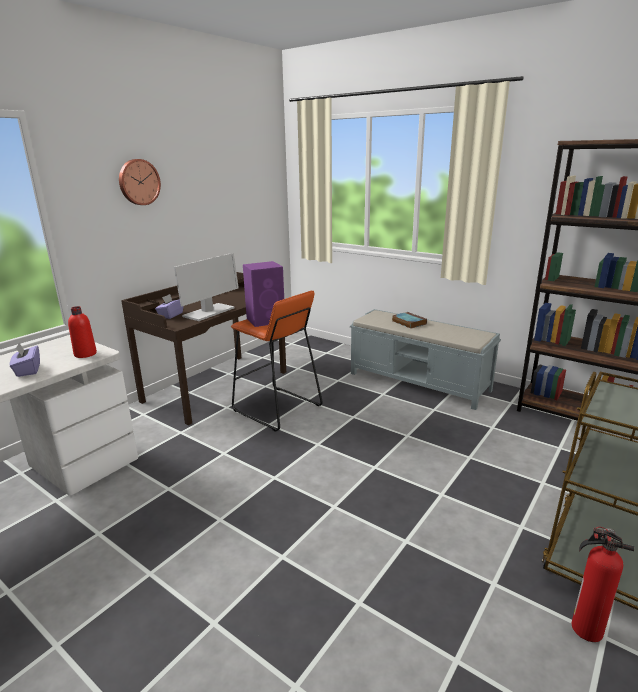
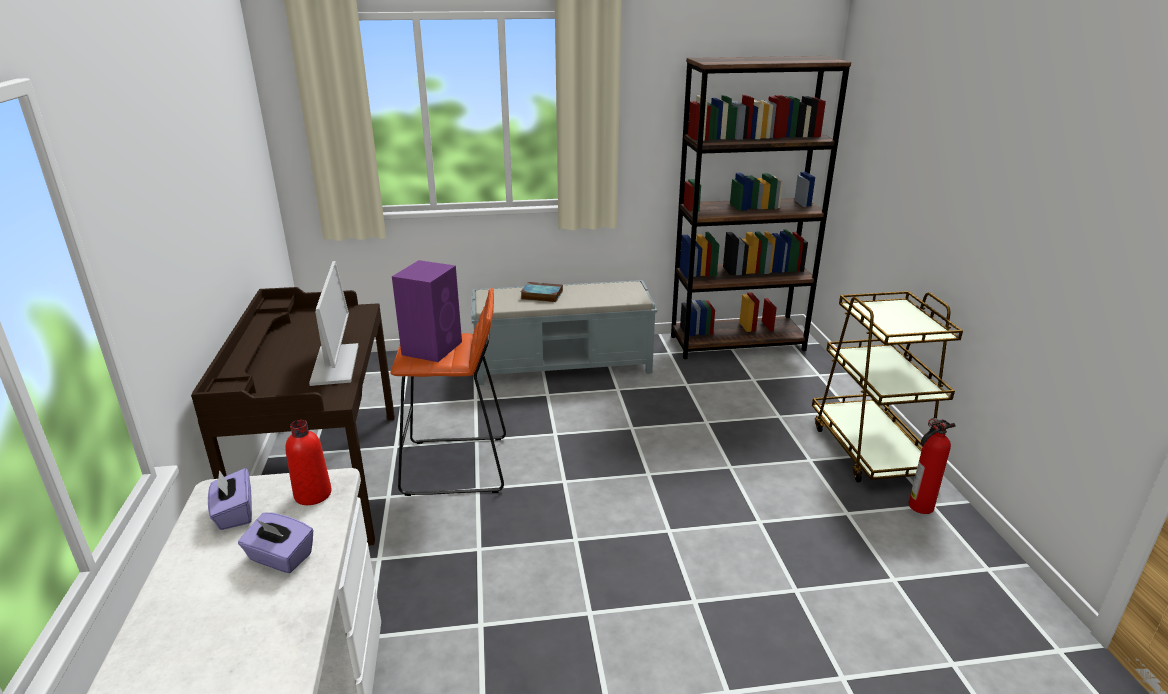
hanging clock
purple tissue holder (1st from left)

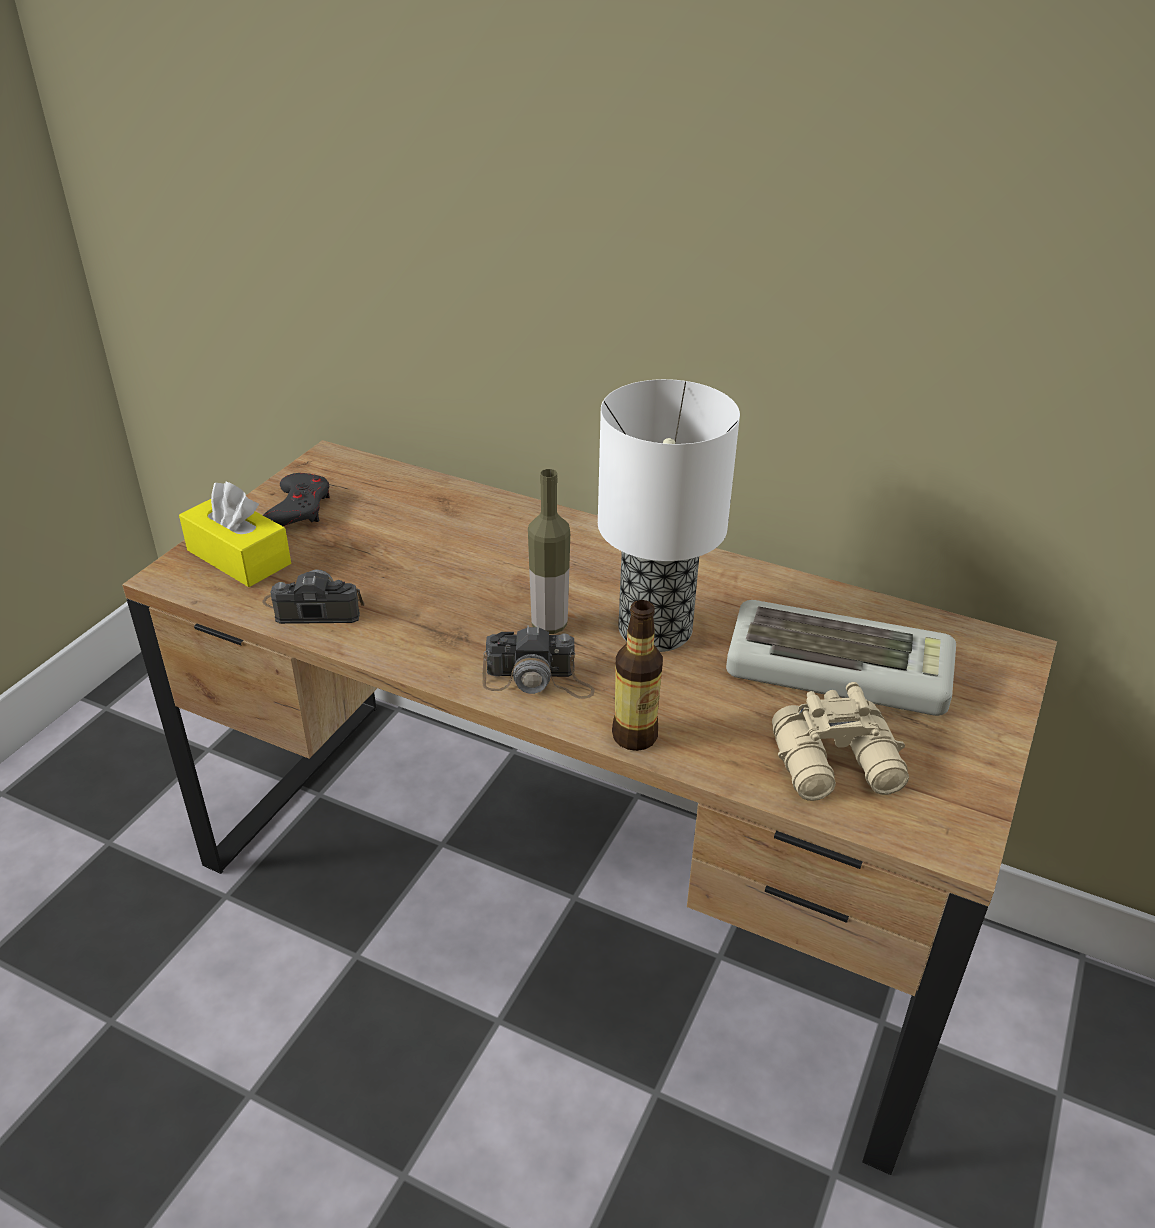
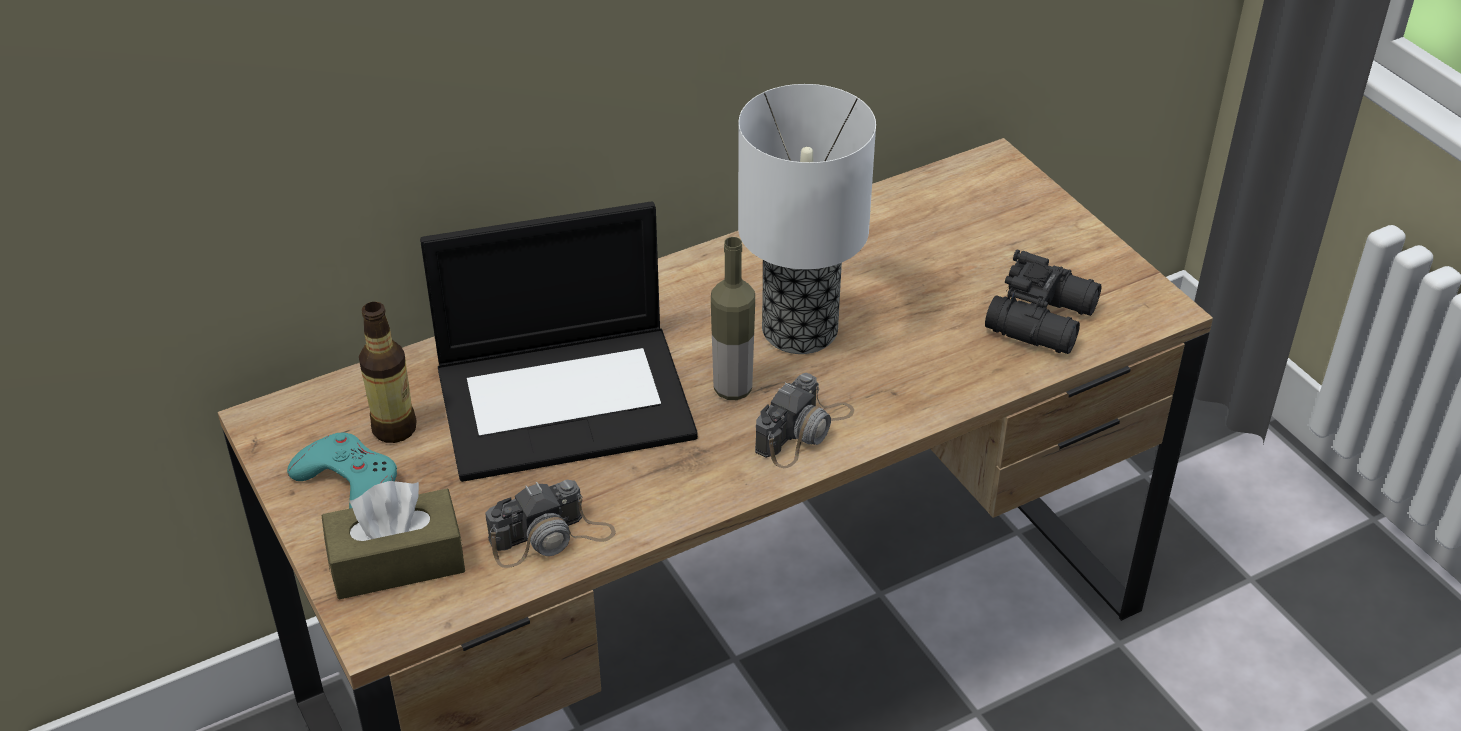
PC keyboard
portable computer
drink bottle (1st from left)
brown-coloured tissue holder
turquoise gamepad
black-coloured binoculars
photo camera (1st from left)

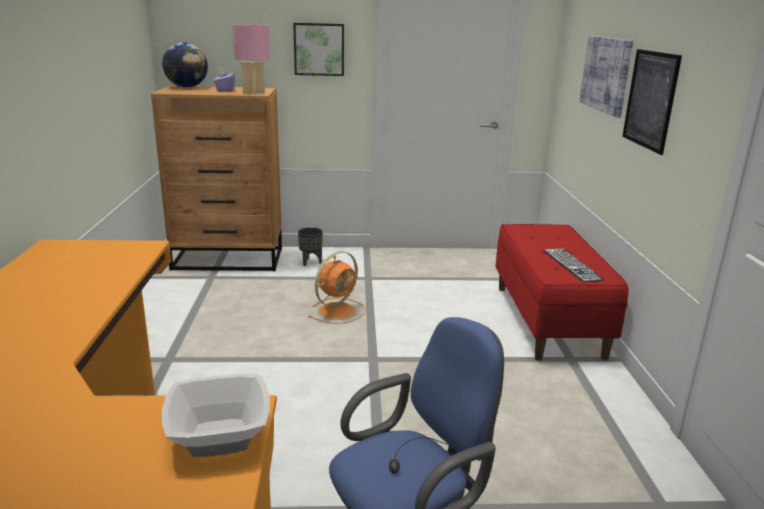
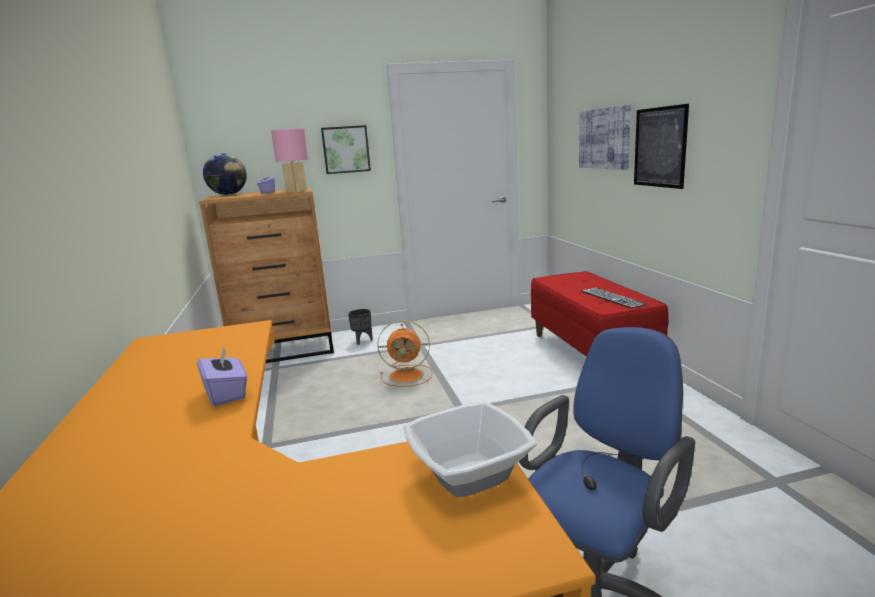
purple tissue holder (1st from left)
orangey fan

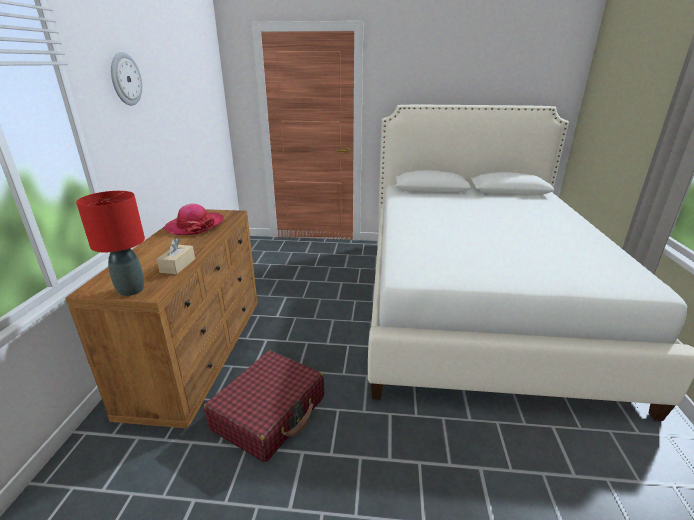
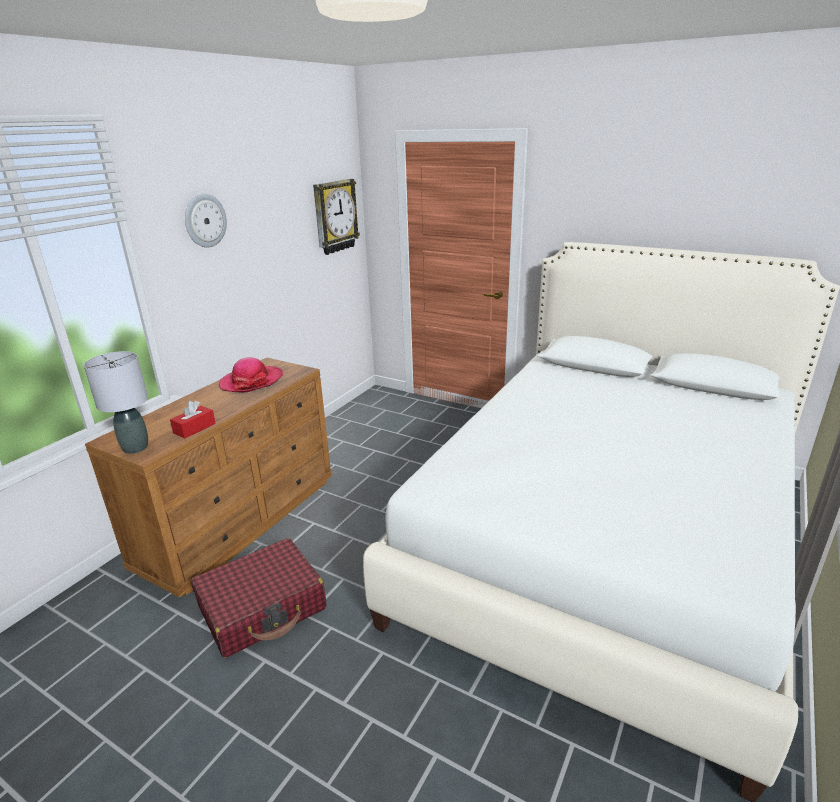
hanging clock (2nd from left)
greyish tabletop lamp
reddish tissue holder

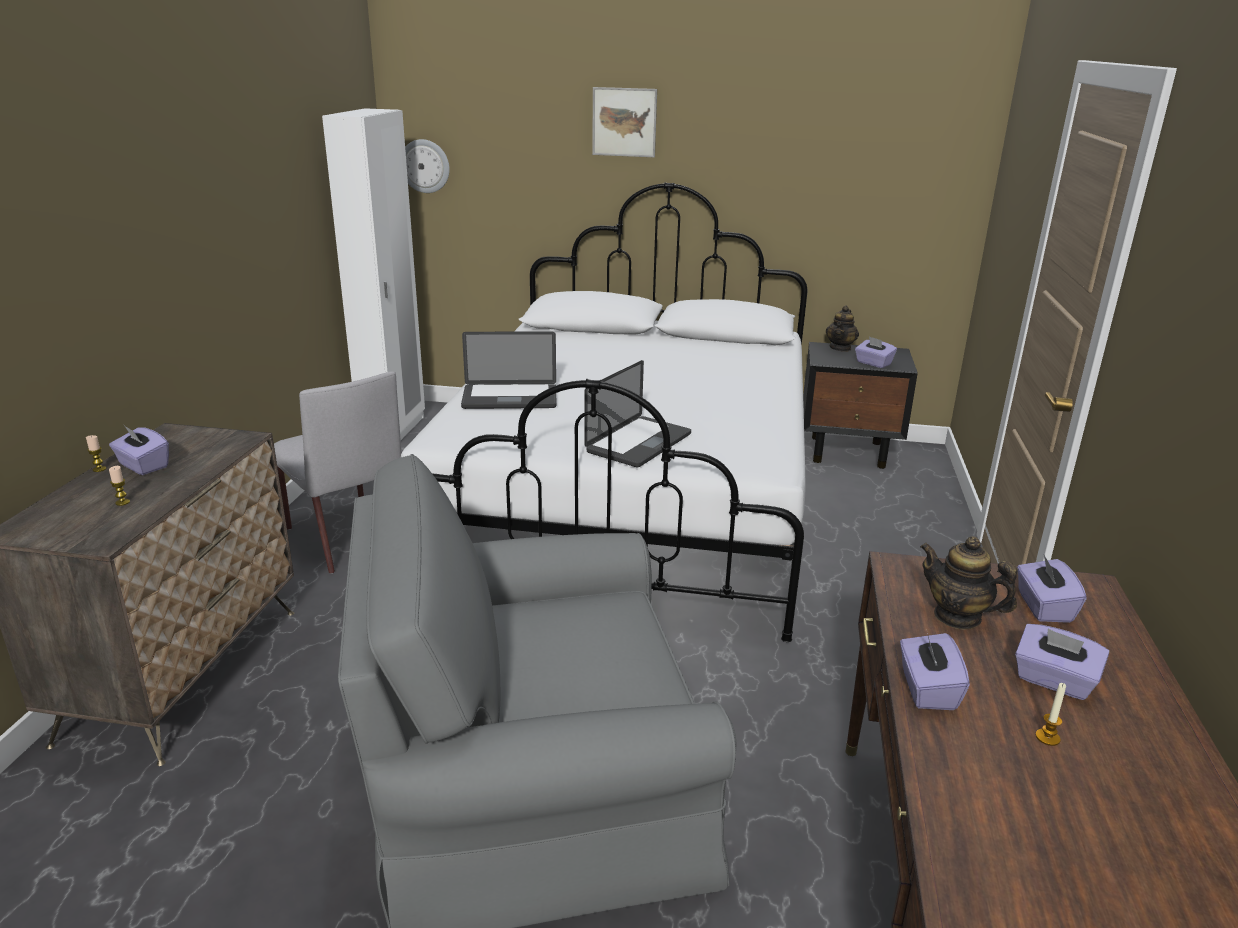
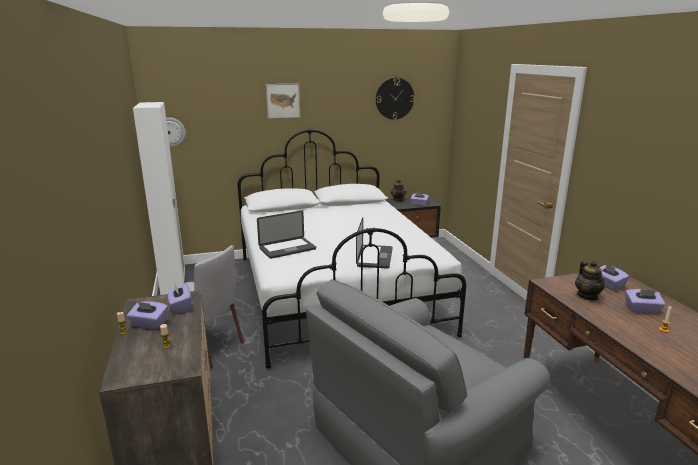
hanging clock (2nd from left)
purple tissue holder (2nd from left)
teapot (2nd from left)

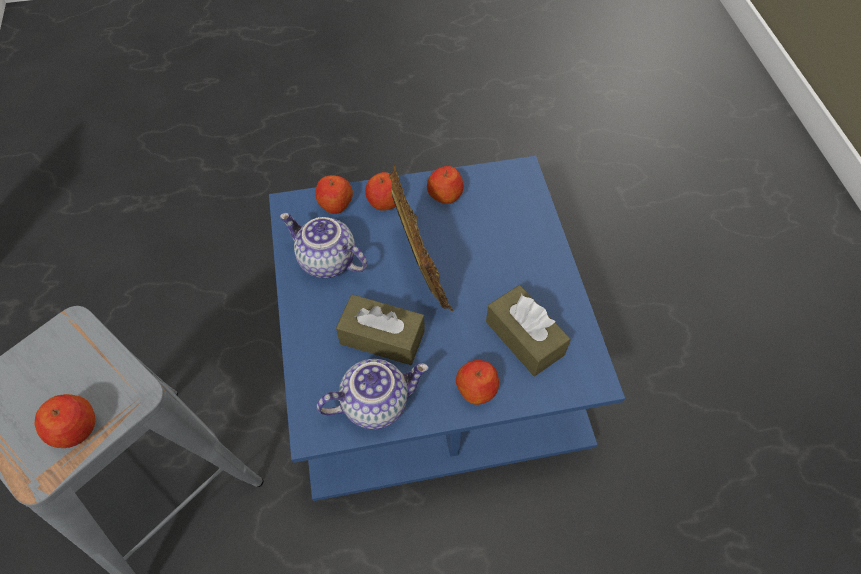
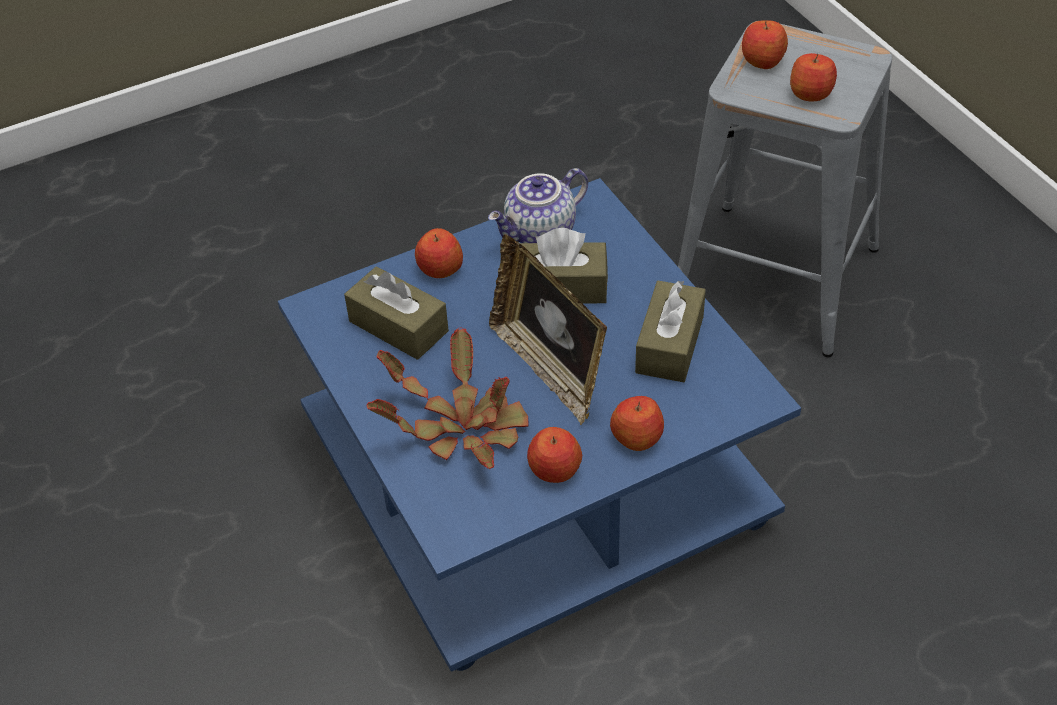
potted plant
apple fruit (5th from left)
brown-coloured tissue holder (3rd from left)

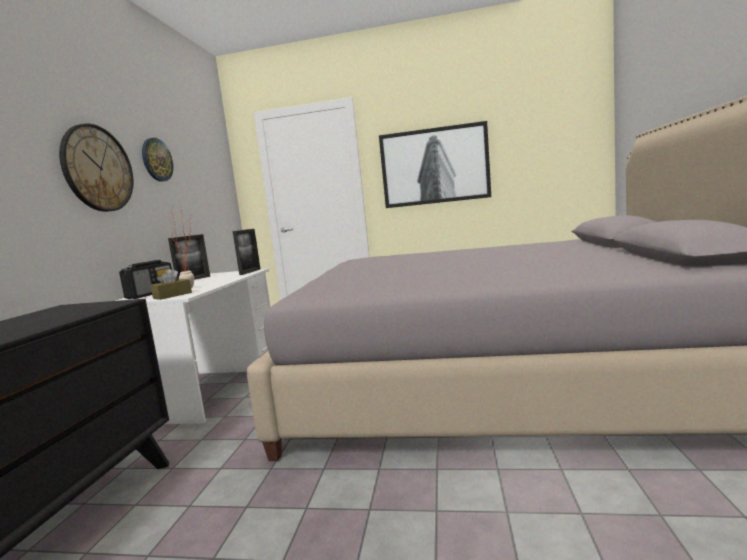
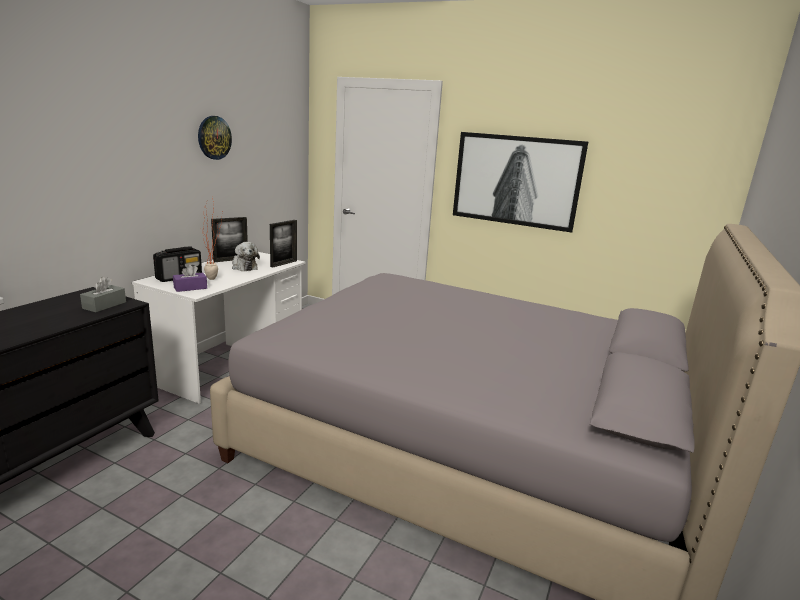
hanging clock (1st from left in the first image)
greyish tissue holder
cuddly toy
purple tissue holder

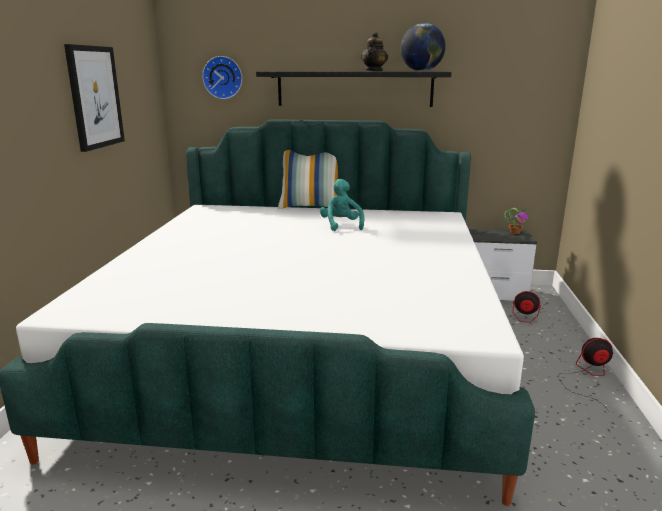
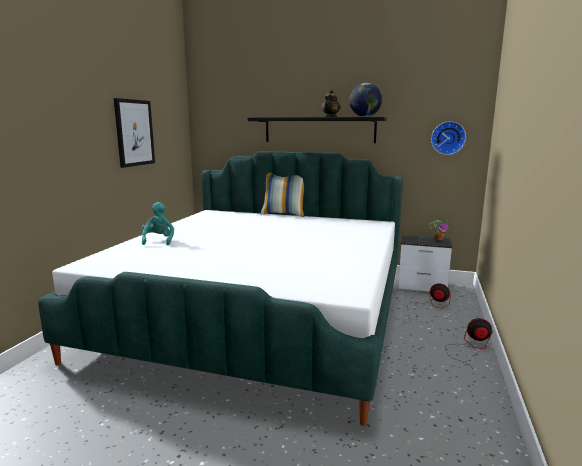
hanging clock
turquoise cuddly toy

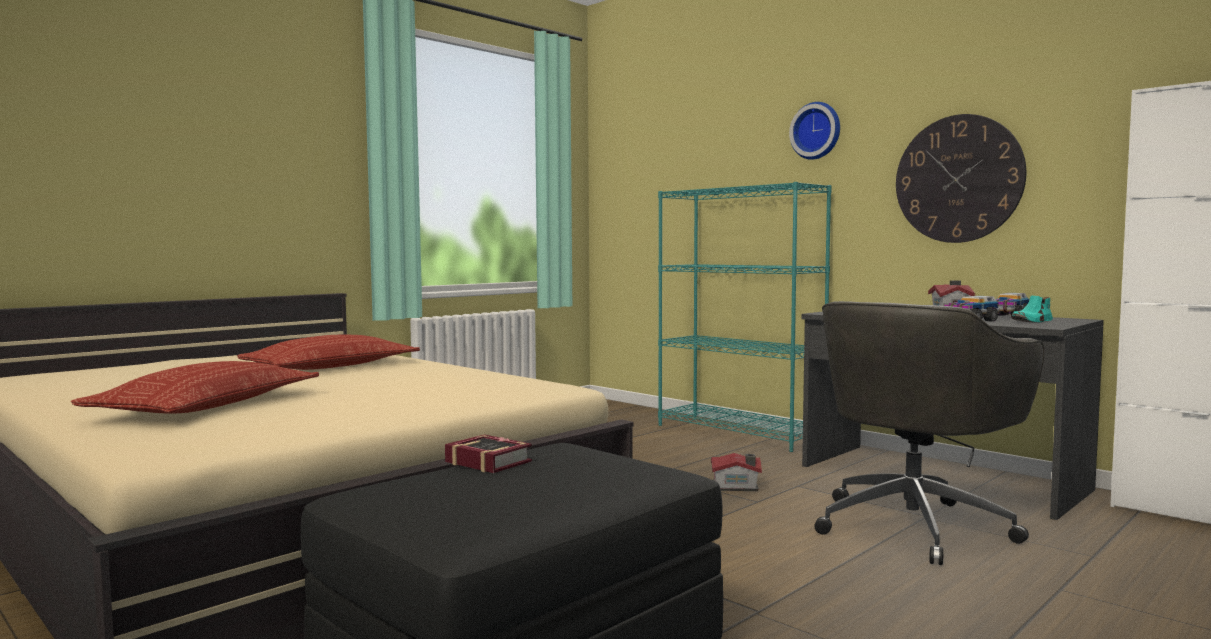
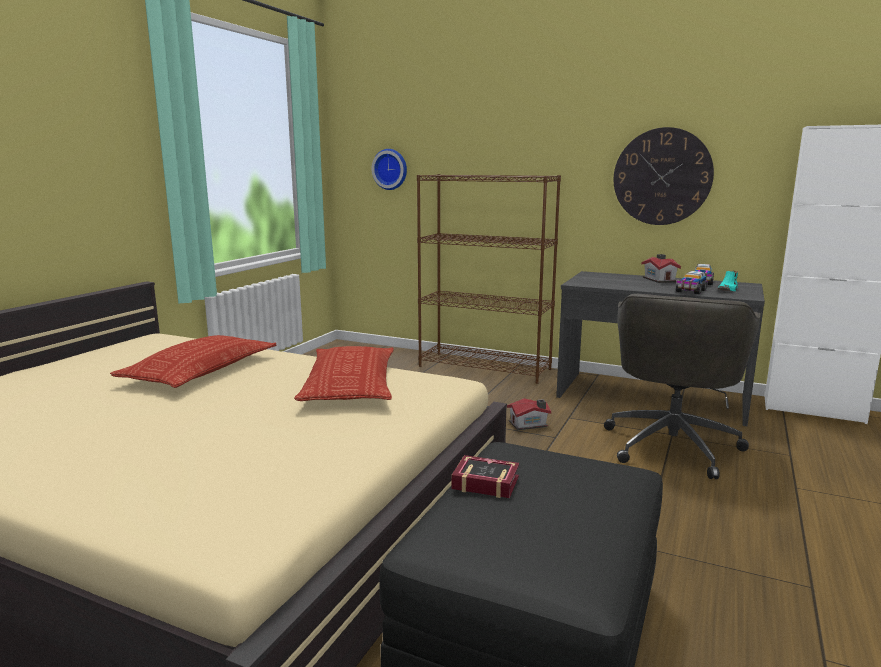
cushion (2nd from left)
hanging clock (1st from left)
brown-coloured bookcase

